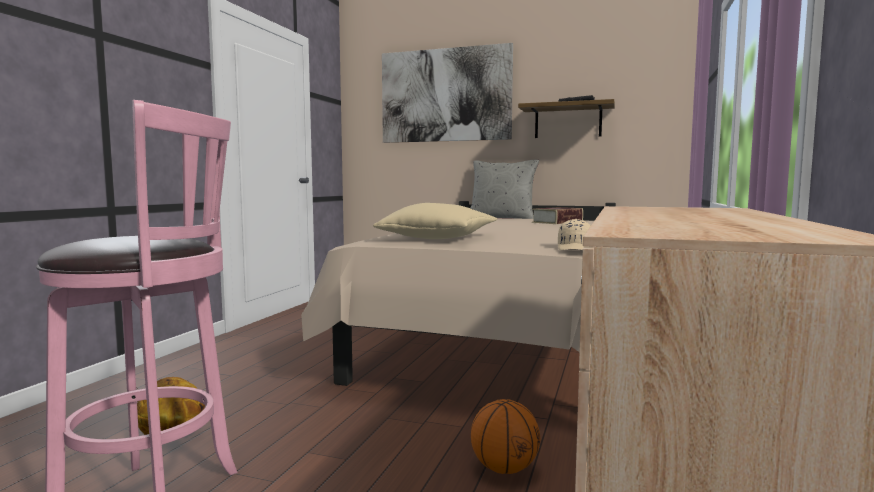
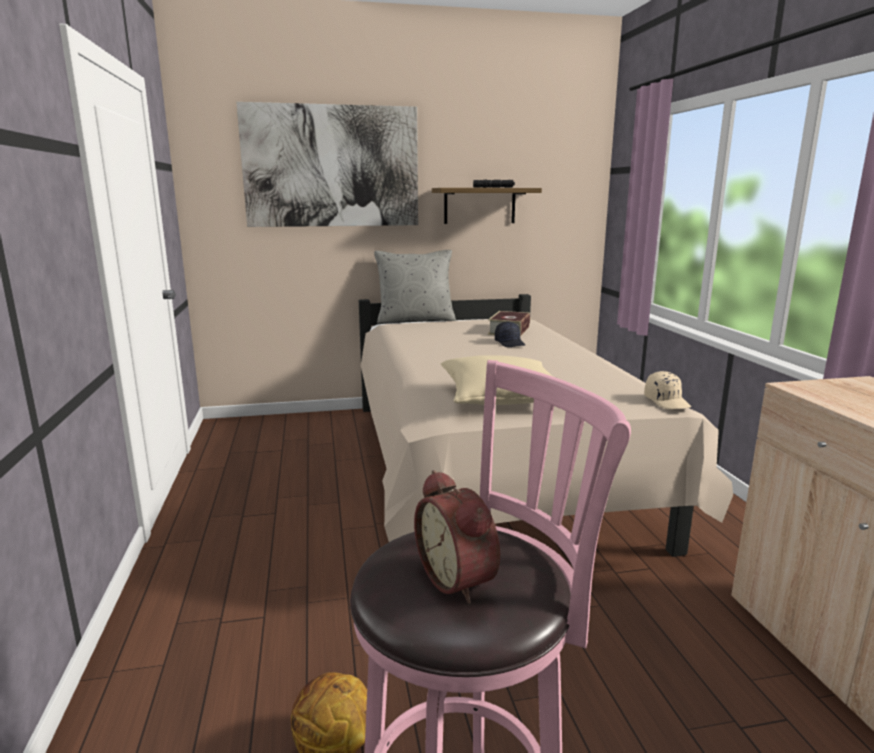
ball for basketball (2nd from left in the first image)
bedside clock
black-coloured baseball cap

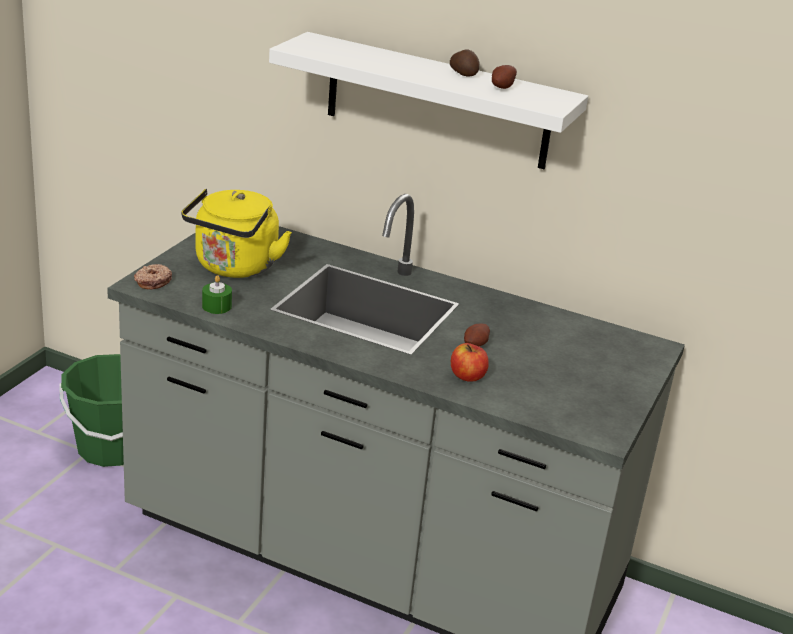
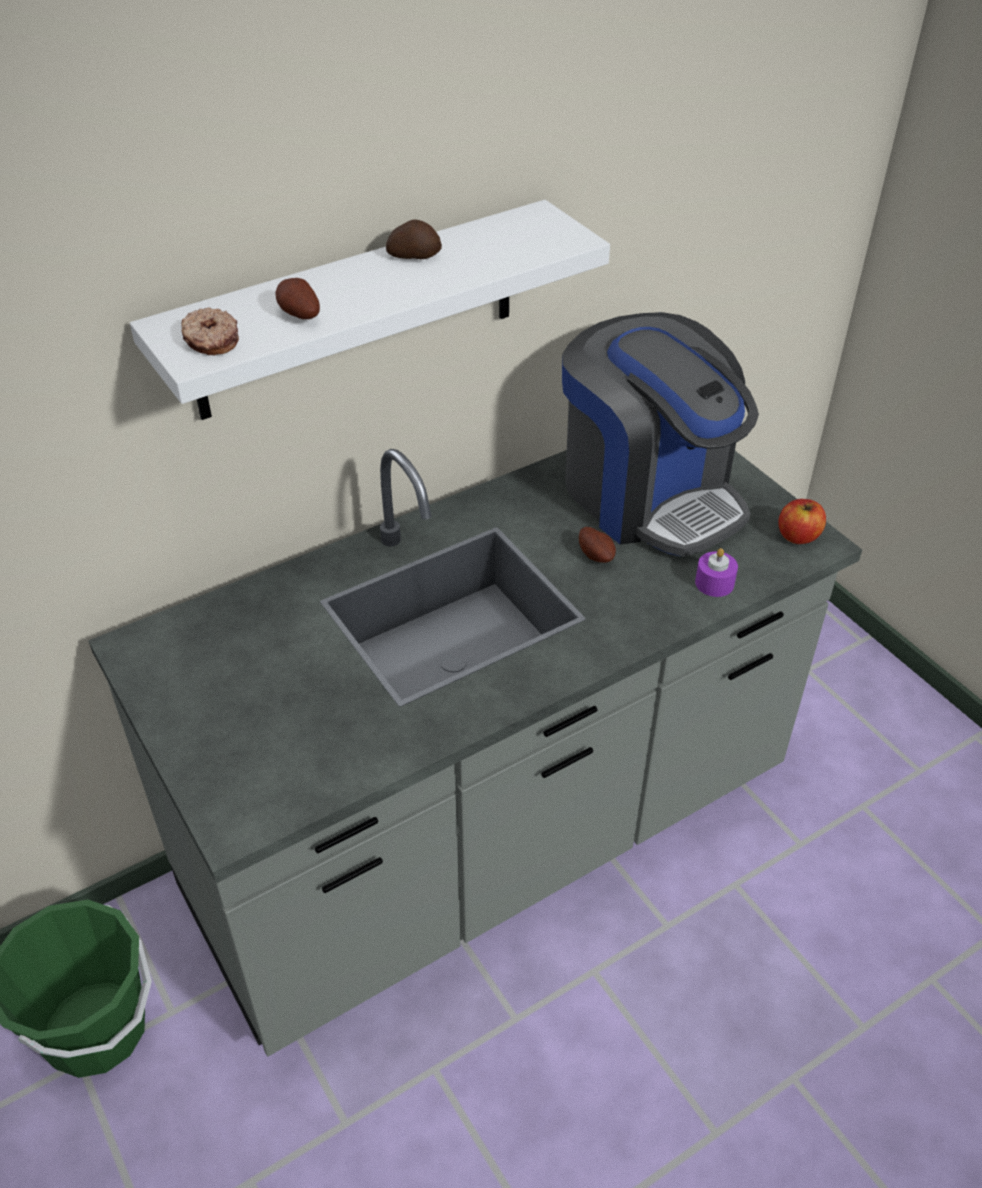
yellowish tea kettle
green-coloured candle
coffee machine
purple candle
ring doughnut
apple fruit
spud (1st from left)

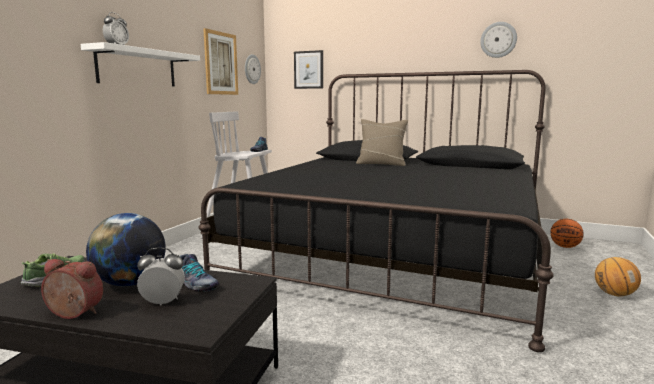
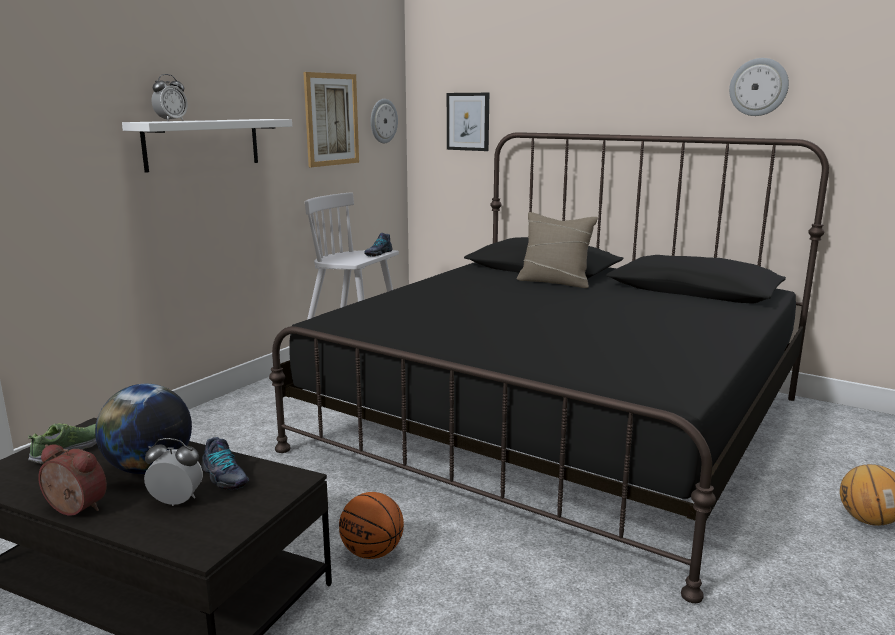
ball for basketball (1st from left)

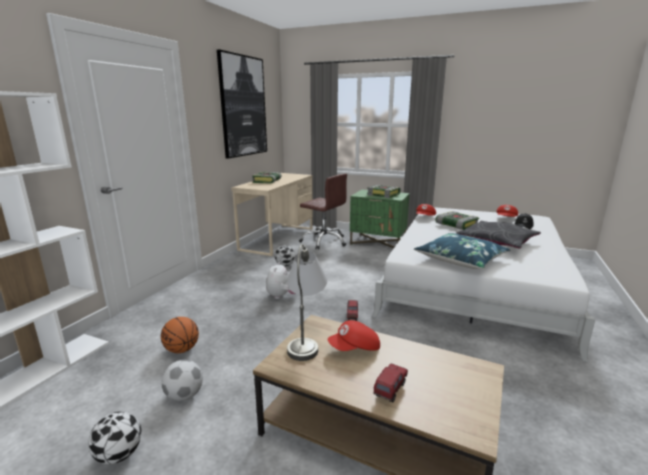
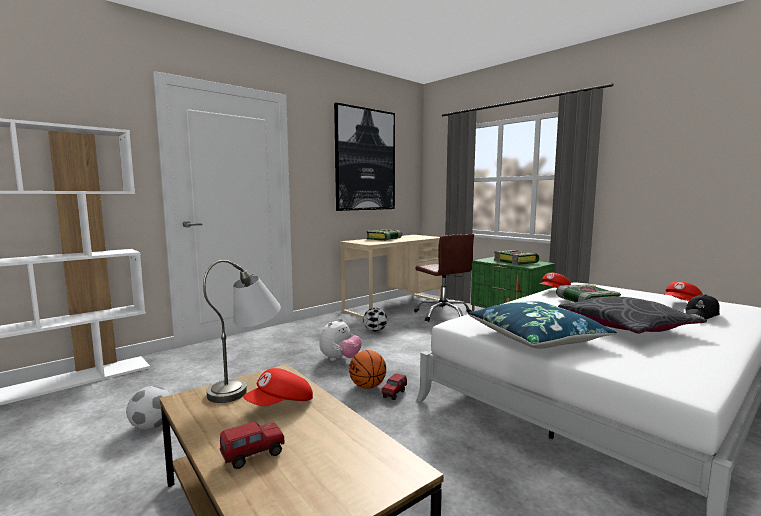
football (1st from left in the first image)
ball for basketball
reddish baseball cap (1st from left)

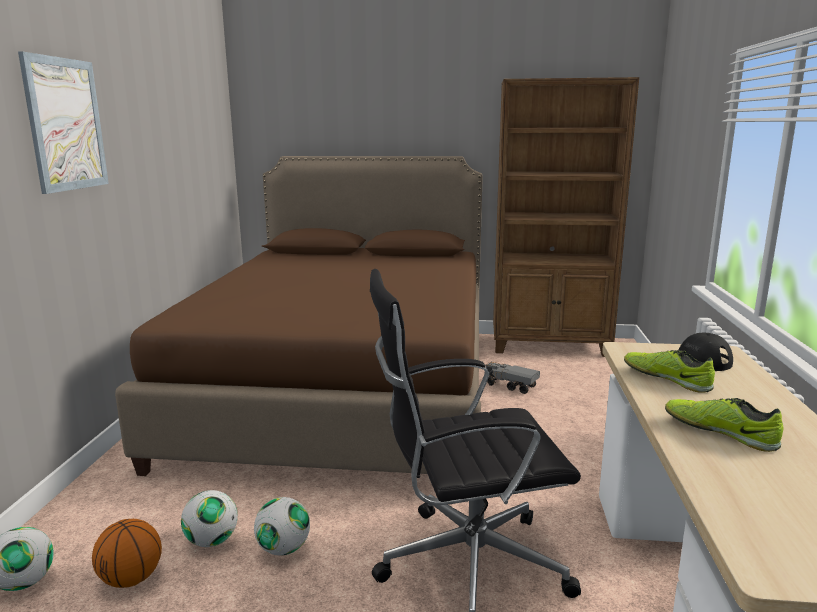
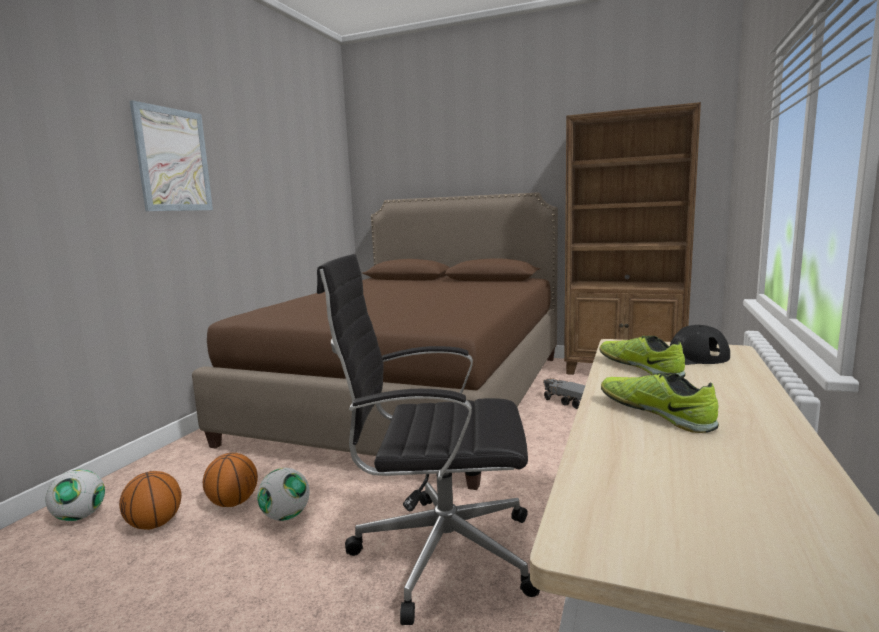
ball for basketball (2nd from left)

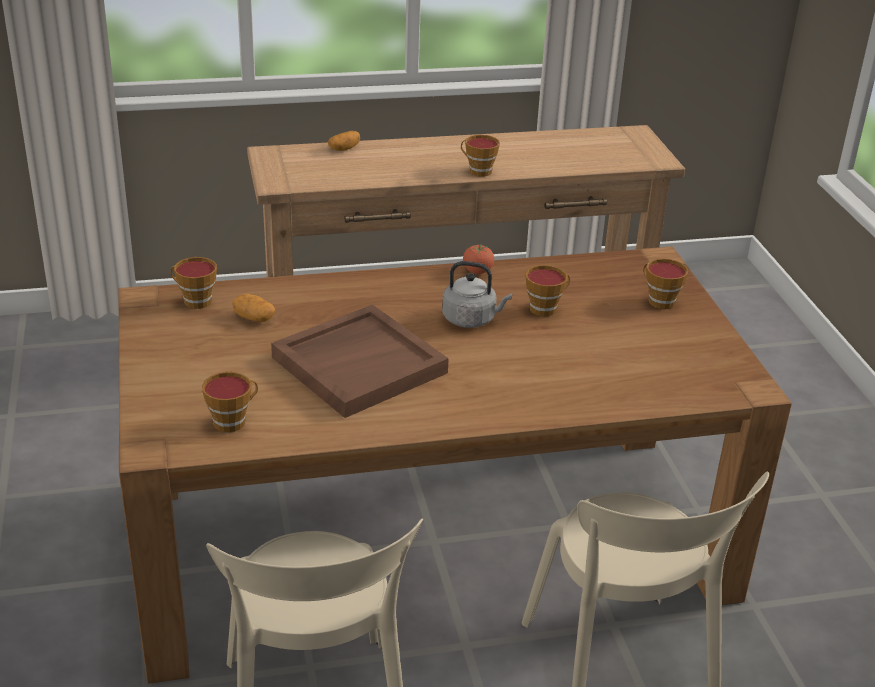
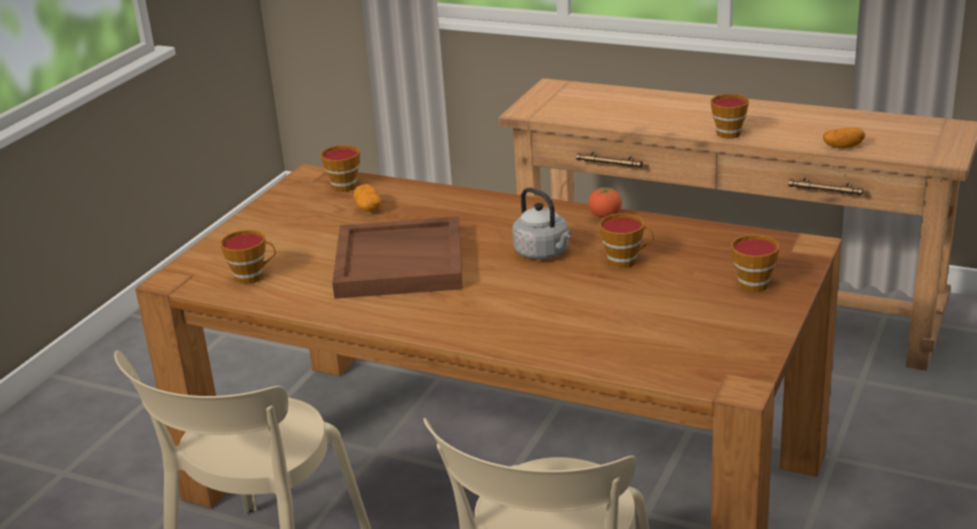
spud (2nd from left)

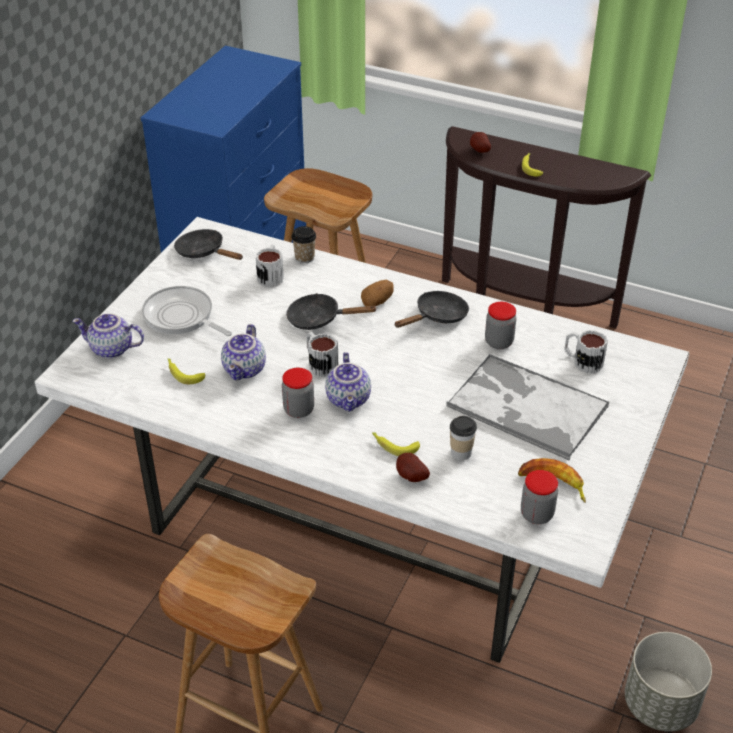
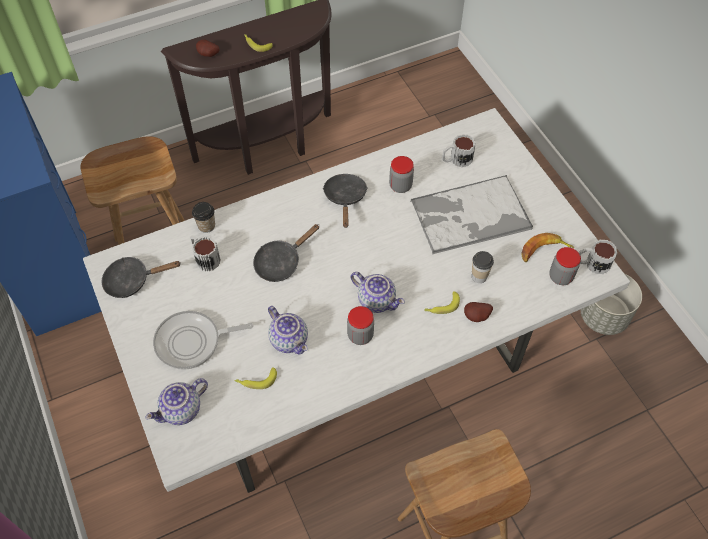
spud (1st from left in the first image)
mug (3rd from left)

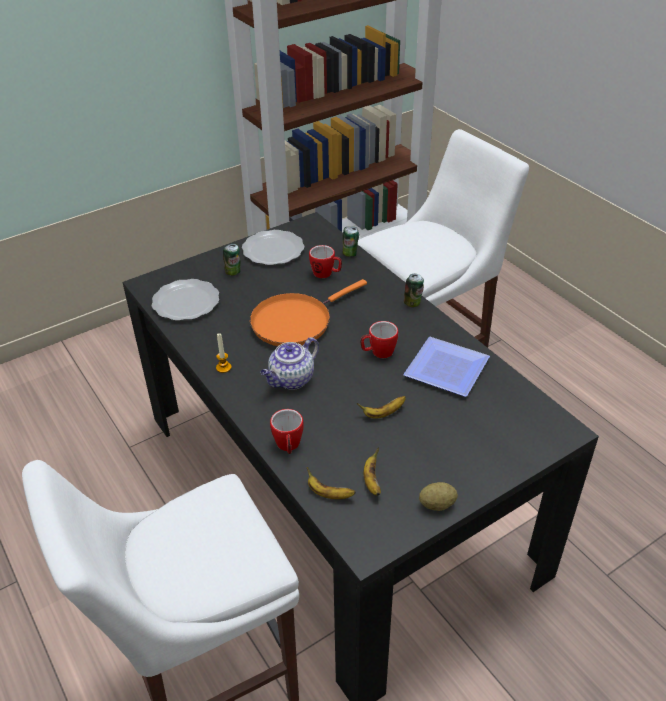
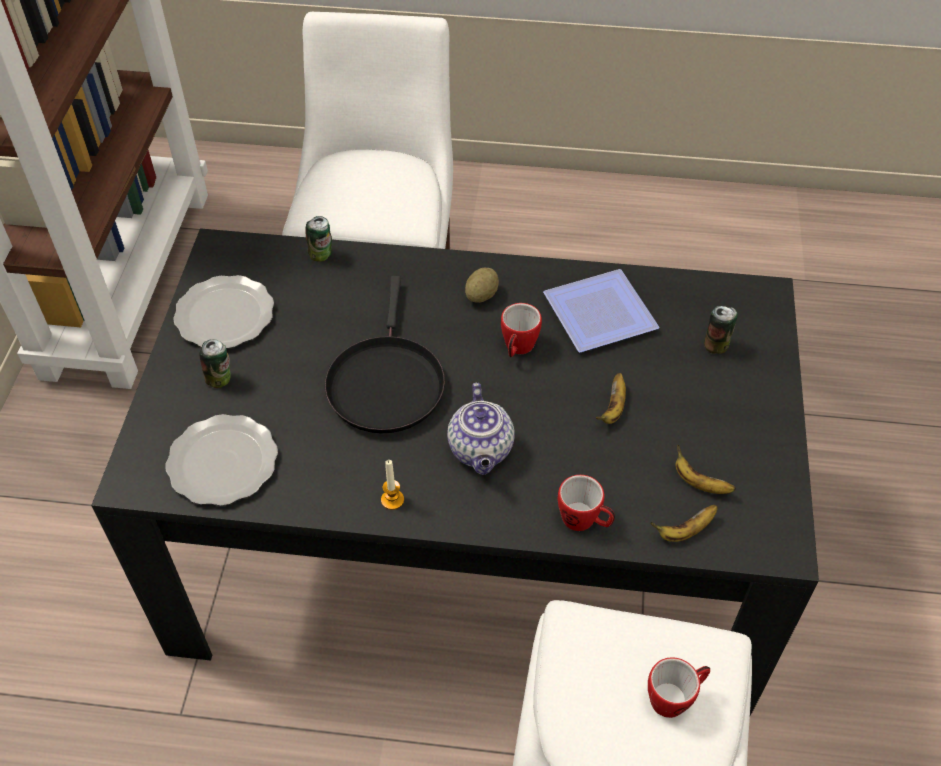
mug (3rd from left)
sealed can (3rd from left)
spud
black-coloured frying pan

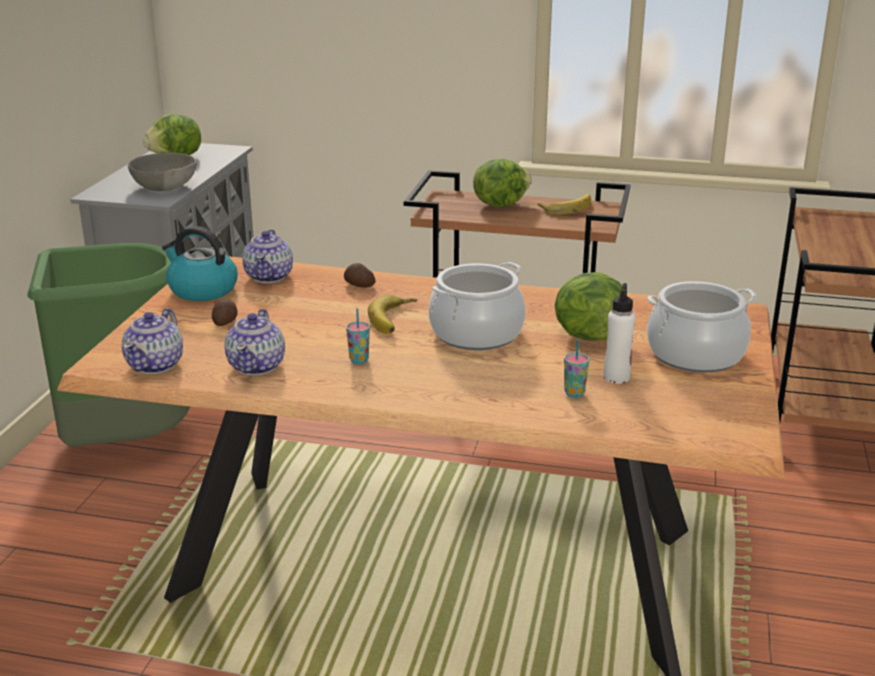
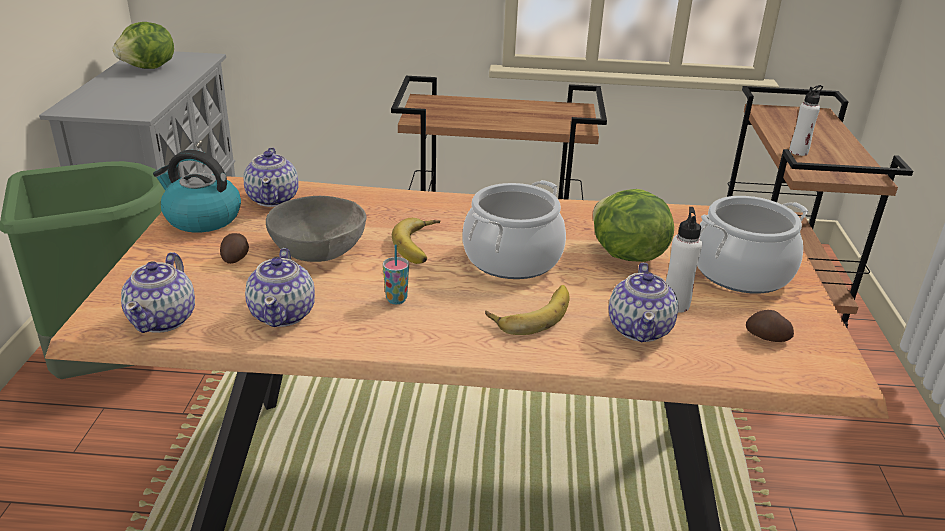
lettuce (2nd from left in the first image)
whitish drink bottle (2nd from left)
greyish serving bowl
spud (2nd from left)
banana (2nd from left)
teapot (4th from left)

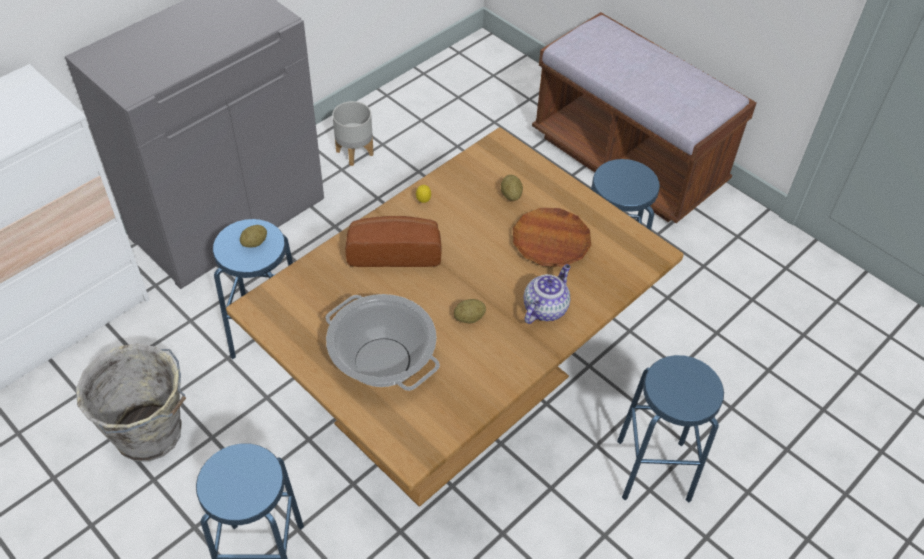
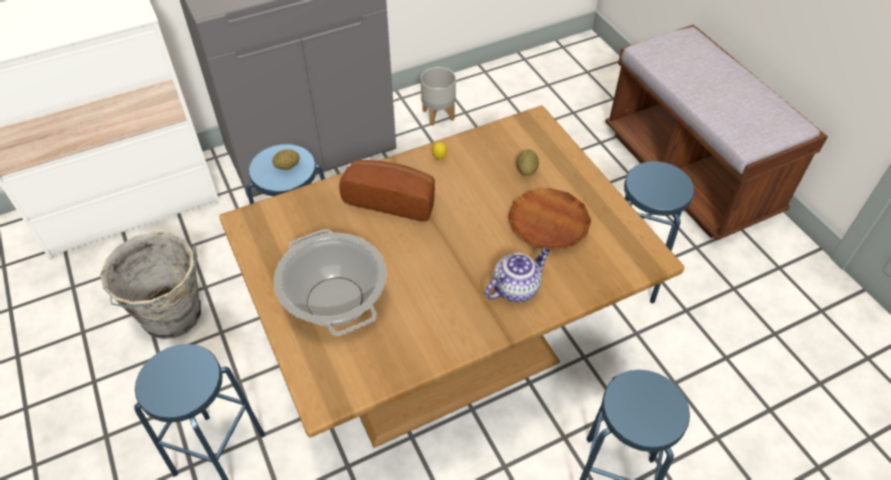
spud (2nd from left in the first image)

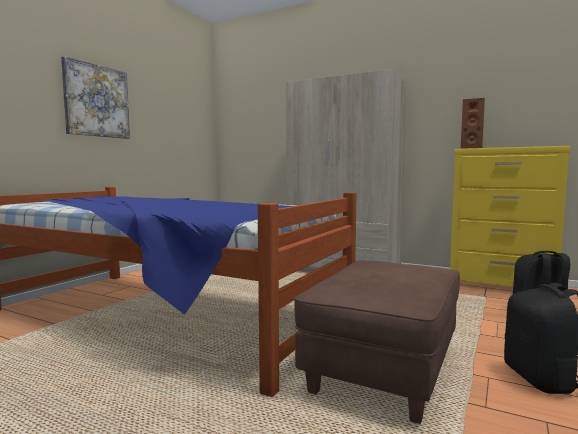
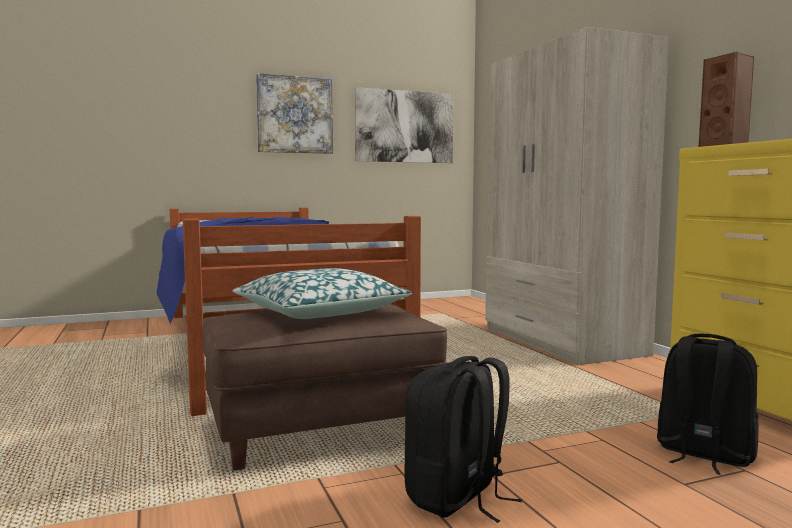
cushion
picture (2nd from left)

